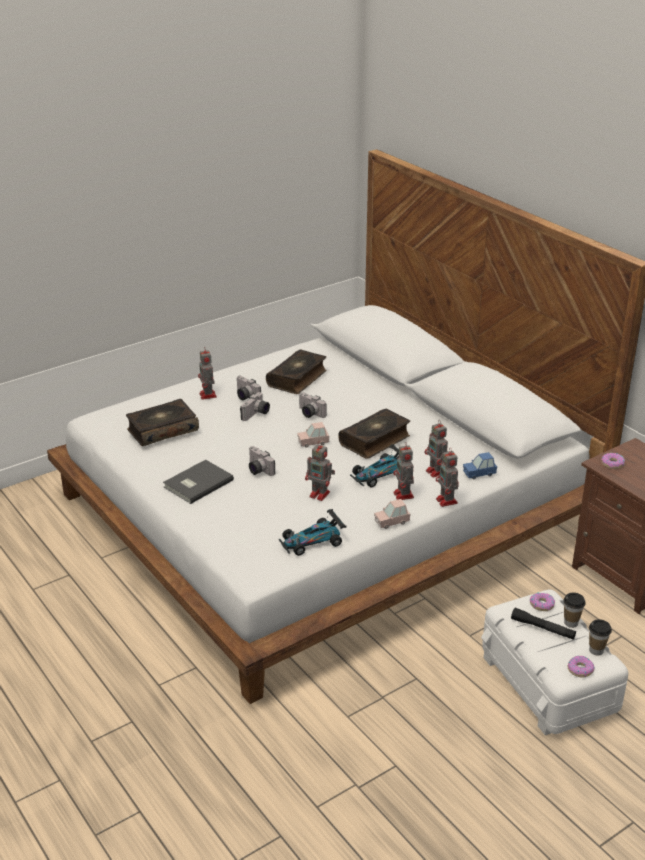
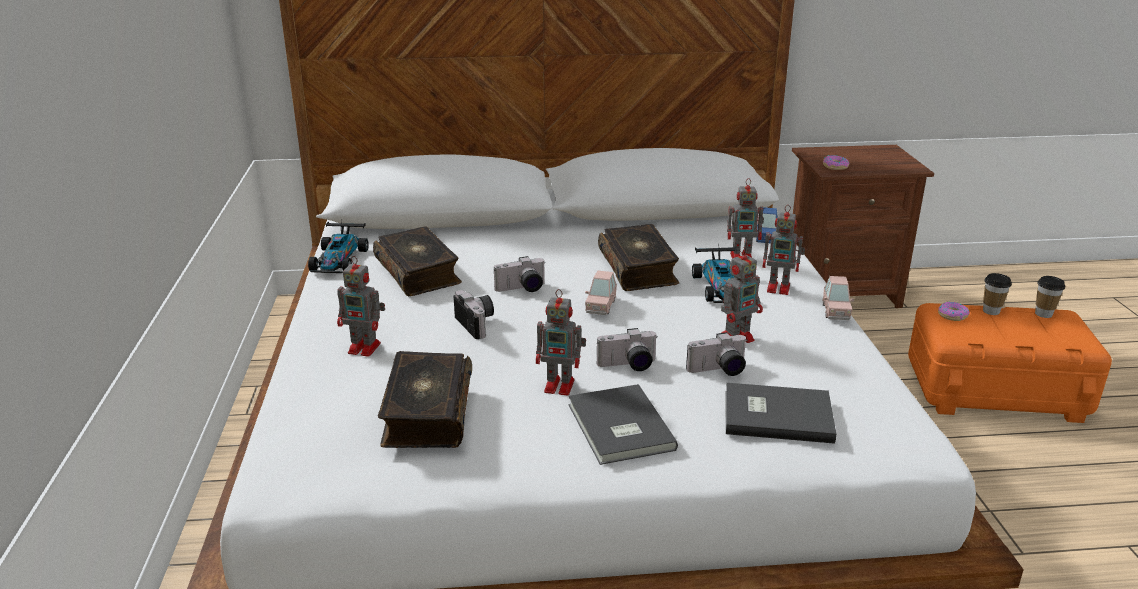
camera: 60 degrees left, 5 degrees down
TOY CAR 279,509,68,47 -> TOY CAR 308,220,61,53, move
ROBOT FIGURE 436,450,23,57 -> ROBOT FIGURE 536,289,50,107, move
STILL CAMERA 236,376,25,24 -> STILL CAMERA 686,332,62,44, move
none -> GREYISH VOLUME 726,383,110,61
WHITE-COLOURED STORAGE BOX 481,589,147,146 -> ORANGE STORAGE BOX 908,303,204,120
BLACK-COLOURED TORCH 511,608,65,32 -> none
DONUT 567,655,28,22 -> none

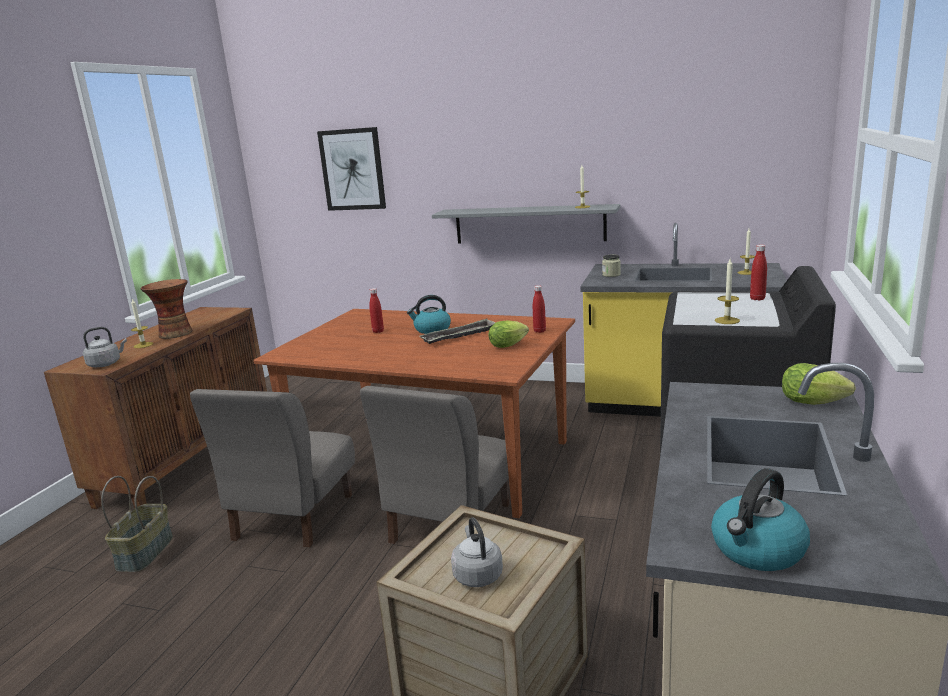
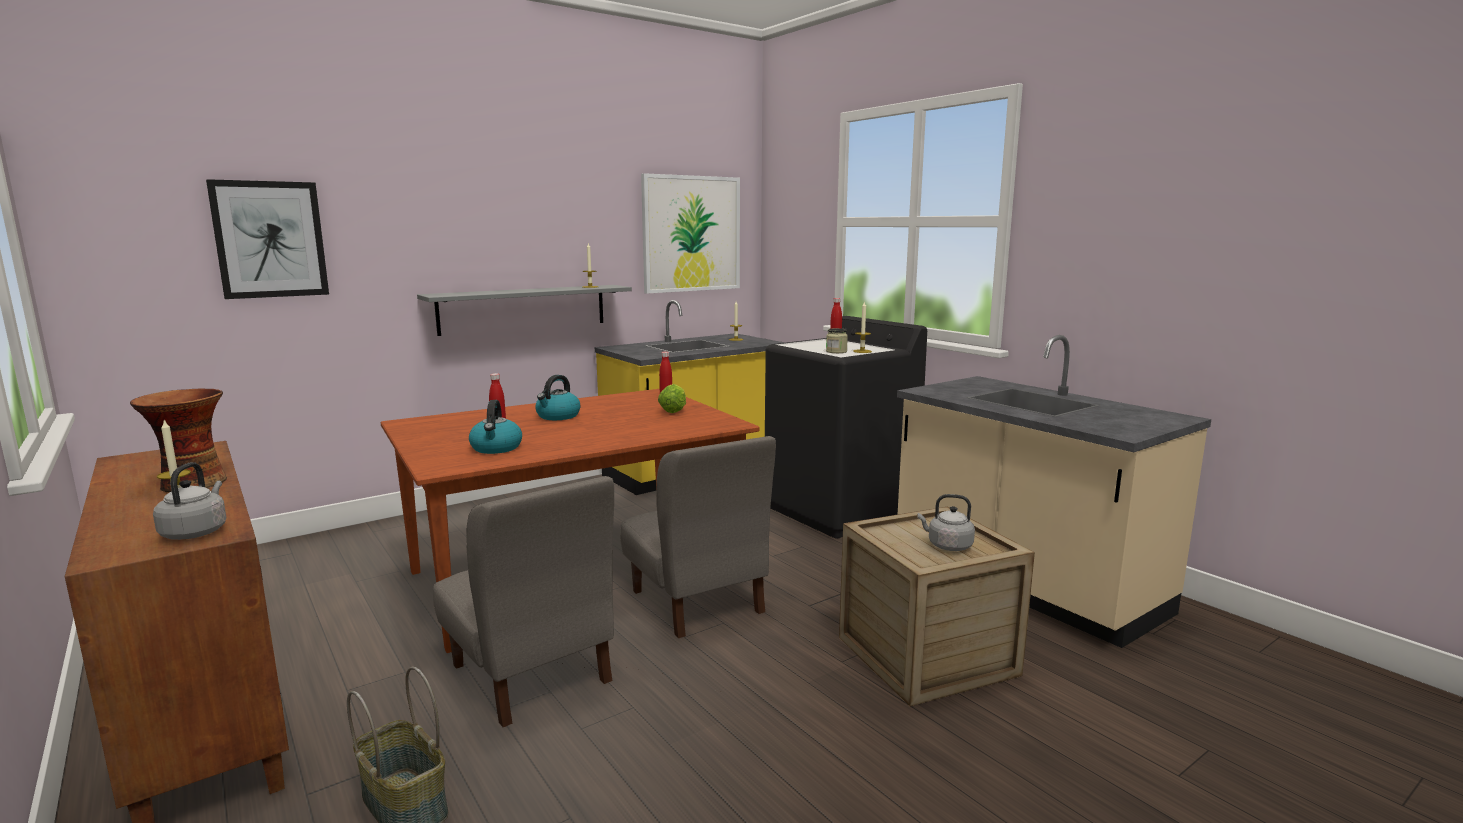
camera: 55 degrees left, 5 degrees down
TEA KETTLE 711,468,99,103 -> TEA KETTLE 469,400,53,54, move
none -> WALL ART 641,173,99,121
STORAGE JAR 602,255,19,22 -> STORAGE JAR 826,328,22,25, move
CARRYING TRAY 419,318,76,26 -> none
LETTUCE 782,363,74,42 -> none

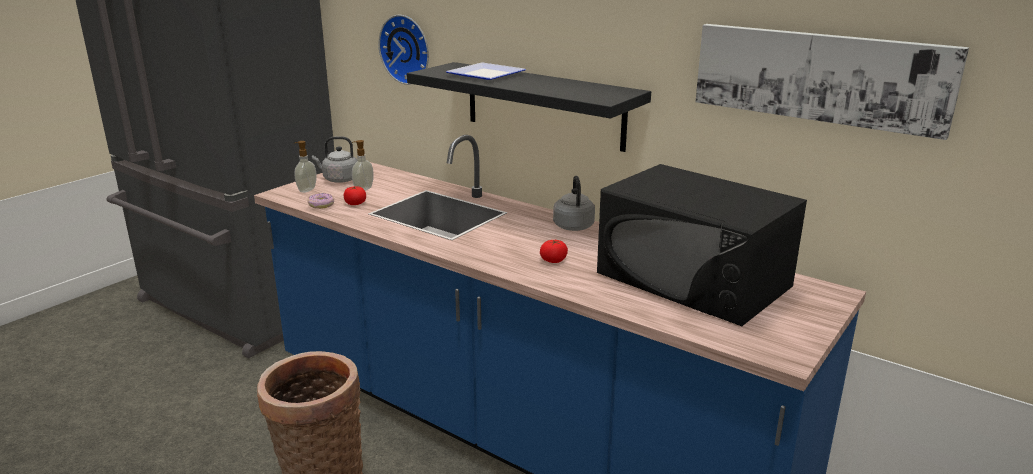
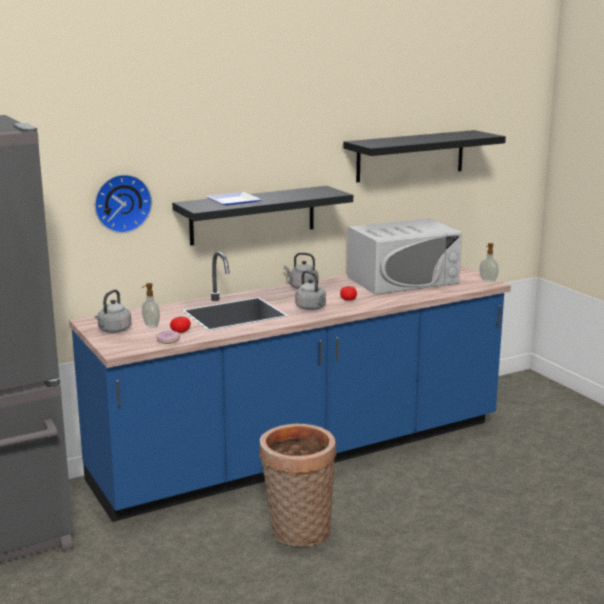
camera: 65 degrees left, 5 degrees down
none -> GREYISH TEA KETTLE 295,270,31,40
WALL ART 695,24,274,116 -> BLACK-COLOURED SHELF 343,130,163,53
BLACK-COLOURED KITCHEN MICROWAVE 597,164,210,162 -> WHITE-COLOURED KITCHEN MICROWAVE 348,218,114,77
SOAP BOTTLE 294,141,23,52 -> SOAP BOTTLE 479,243,20,39, move

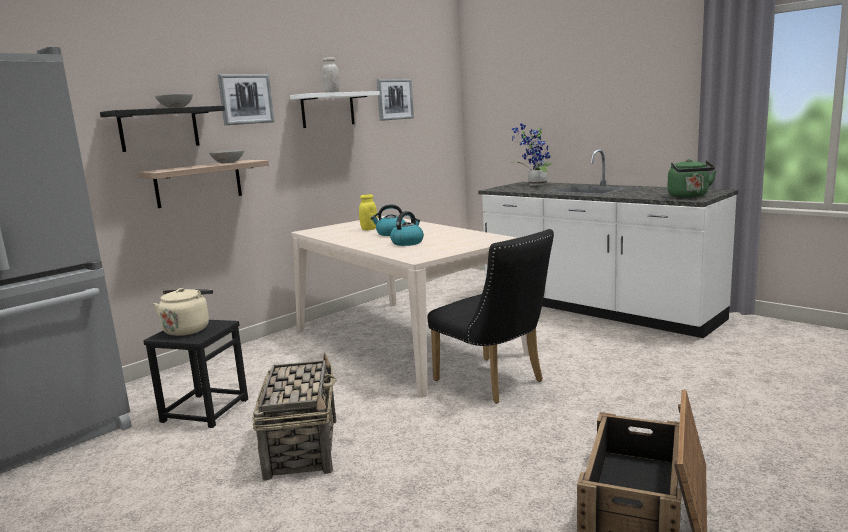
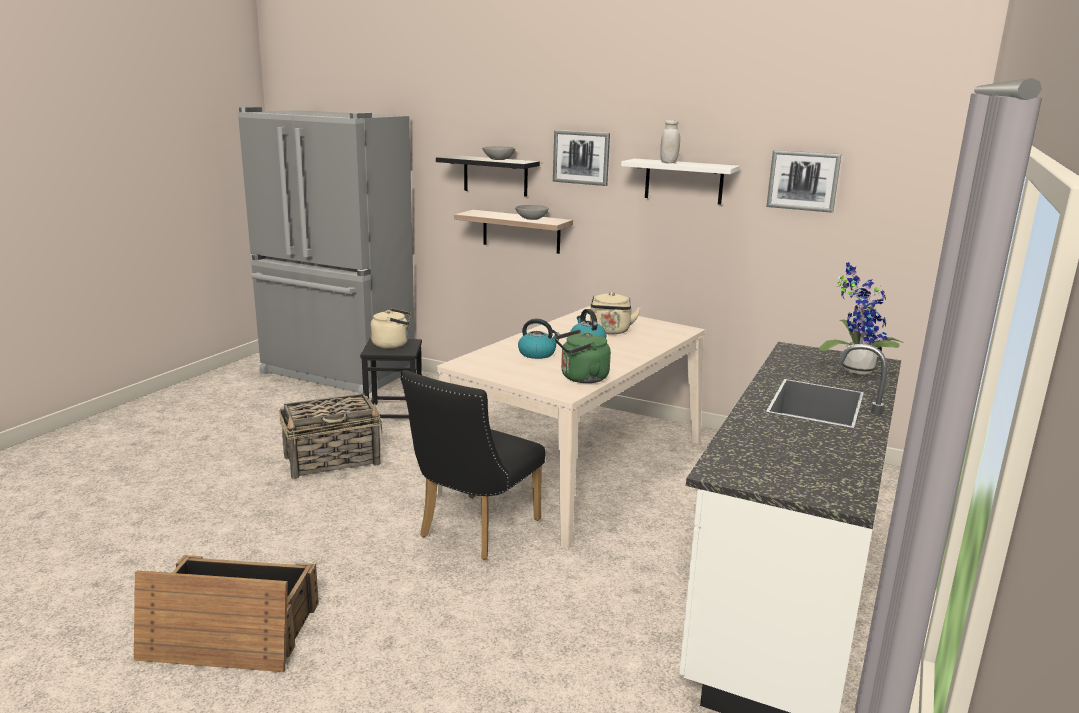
camera: 70 degrees right, 5 degrees up
GREENISH TEA KETTLE 667,159,49,39 -> GREENISH TEA KETTLE 555,329,56,54, move
YELLOW-COLOURED STORAGE JAR 359,194,19,36 -> BEIGE-COLOURED TEA KETTLE 590,292,51,43

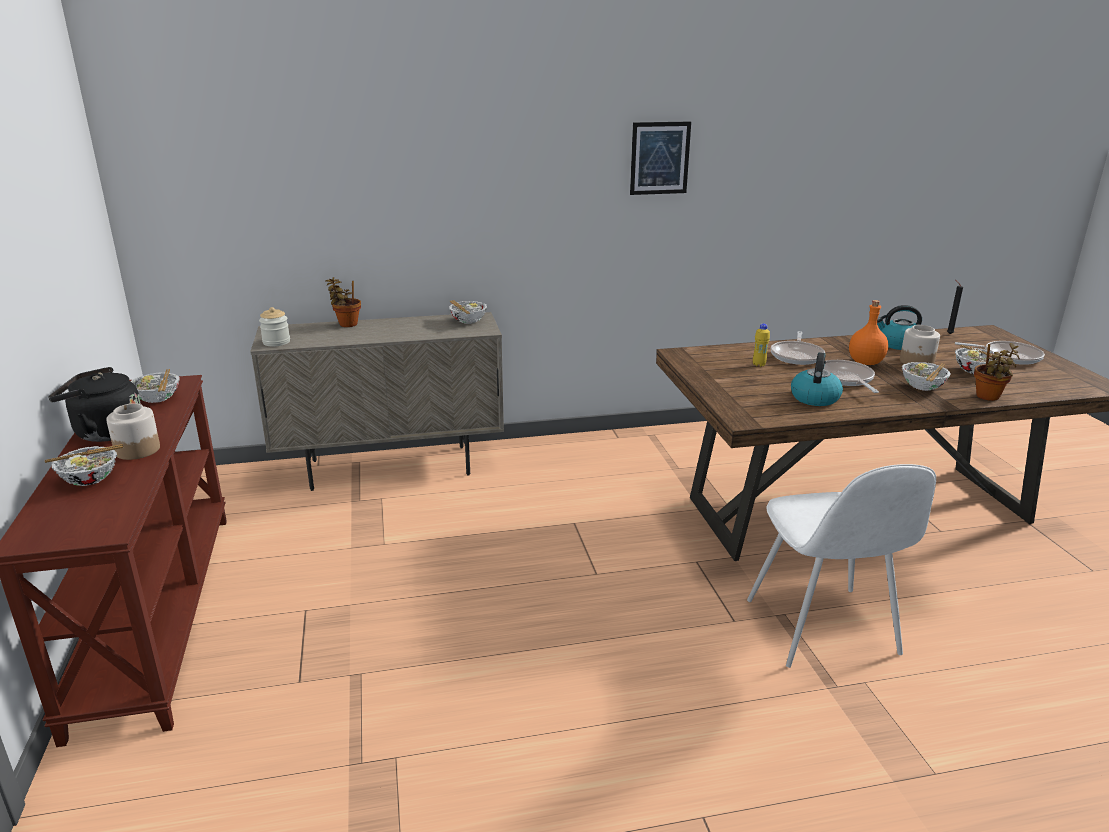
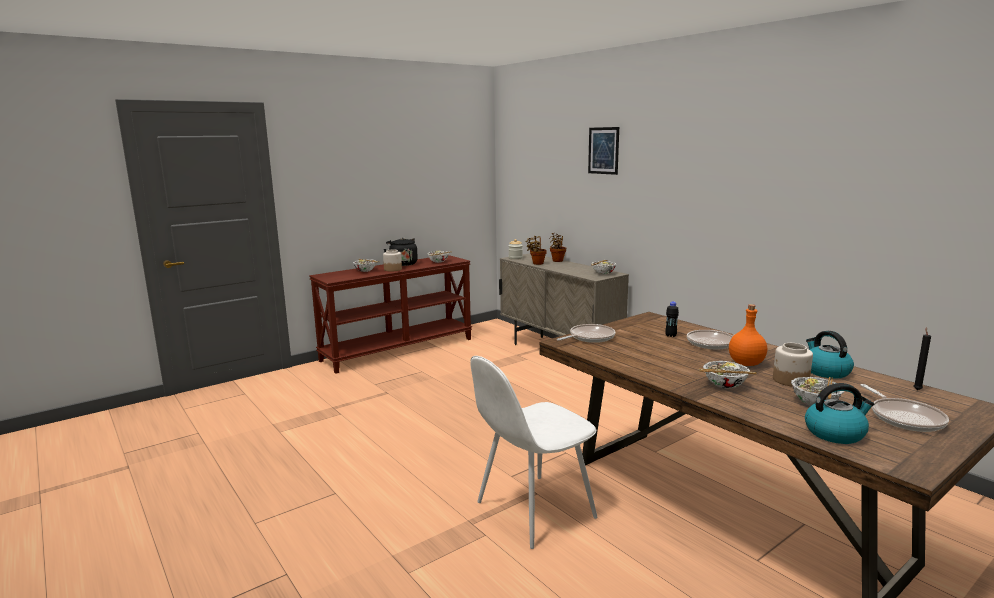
camera: 65 degrees right, 10 degrees down
POTTED PLANT 974,343,46,58 -> POTTED PLANT 525,236,22,29, move
PAN 824,360,55,33 -> PAN 557,324,59,19, move
WALL ART 630,121,61,74 -> WALL ART 588,127,31,48, move
YELLOW-COLOURED BEVERAGE BOTTLE 753,324,17,43 -> BLACK-COLOURED BEVERAGE BOTTLE 665,302,14,35
TEA KETTLE 791,352,52,54 -> TEA KETTLE 805,383,69,61, move

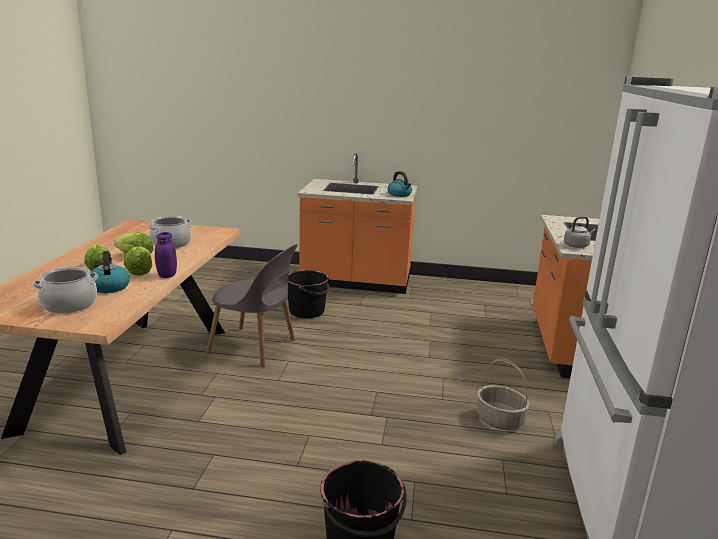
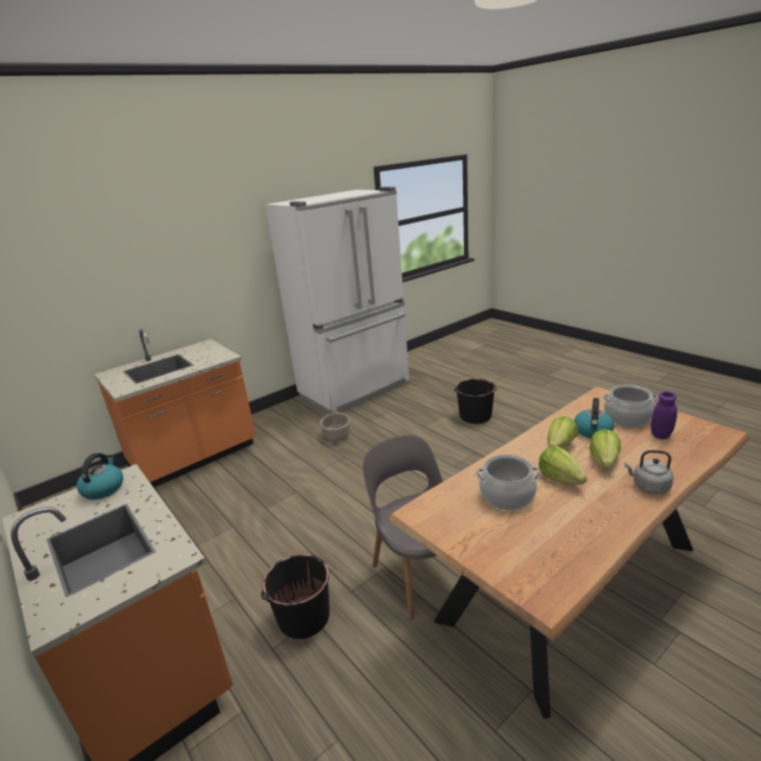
camera: 135 degrees left, 5 degrees up
GREYISH TEA KETTLE 564,217,32,31 -> GREYISH TEA KETTLE 624,450,49,44, move
PURPLE-COLOURED STORAGE JAR 155,232,22,46 -> PURPLE-COLOURED STORAGE JAR 651,391,26,48, move

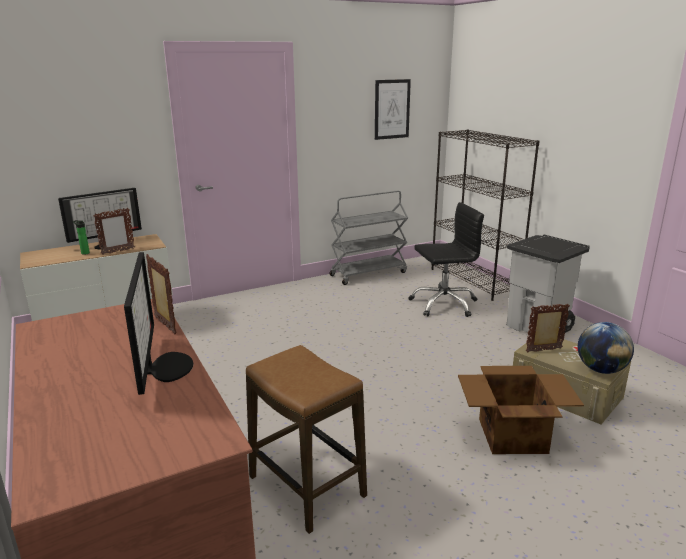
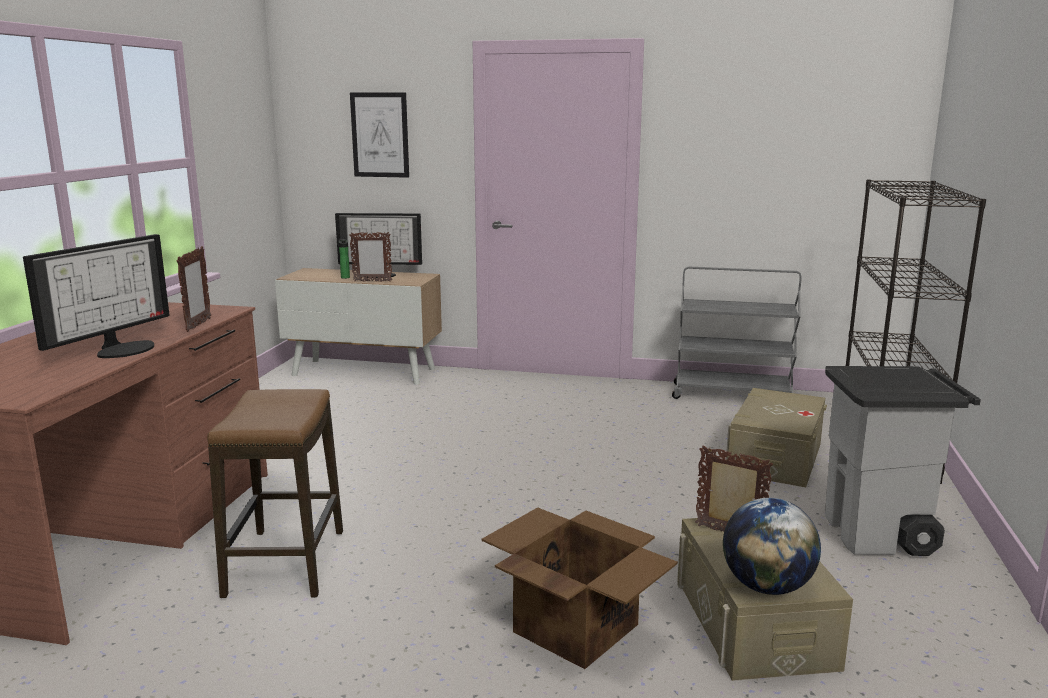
camera: 40 degrees right, 5 degrees down
WALL ART 375,79,36,61 -> WALL ART 350,92,59,86, move
BLACK-COLOURED OFFICE CHAIR 409,202,75,115 -> BEIGE-COLOURED STORAGE BOX 726,388,101,99

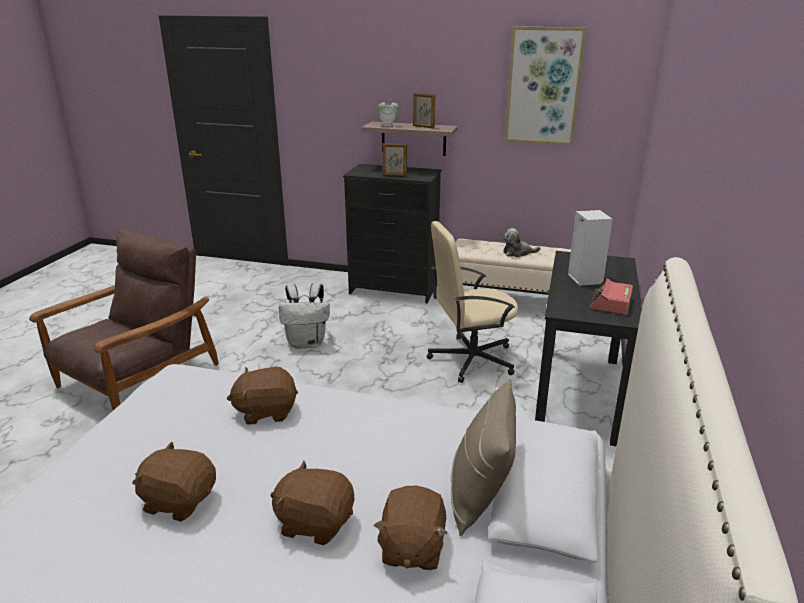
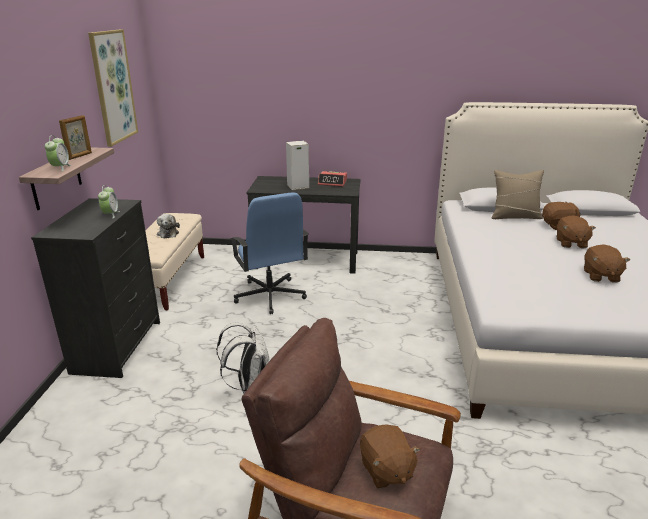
camera: 100 degrees left, 0 degrees up
PICTURE FRAME 382,143,25,34 -> TABLE CLOCK 98,185,22,34
BEIGE-COLOURED OFFICE CHAIR 427,221,91,162 -> BLUE OFFICE CHAIR 231,192,78,122
BROWN CUDDLY TOY 227,367,71,58 -> BROWN CUDDLY TOY 360,424,60,65, move

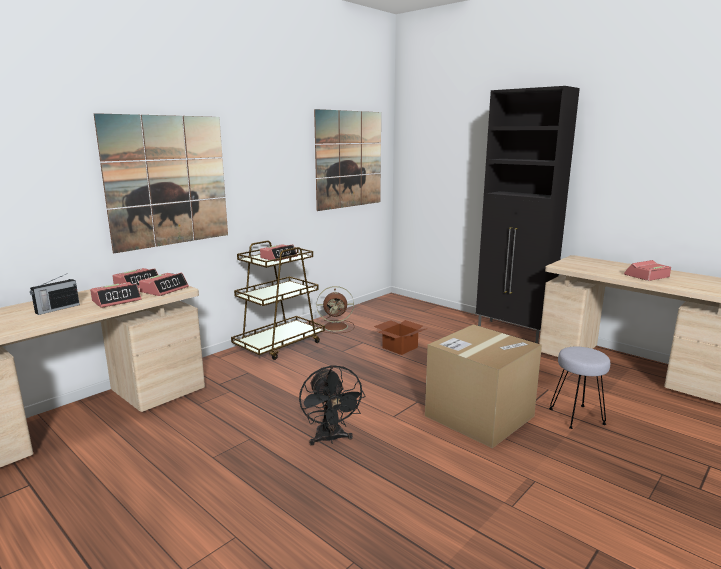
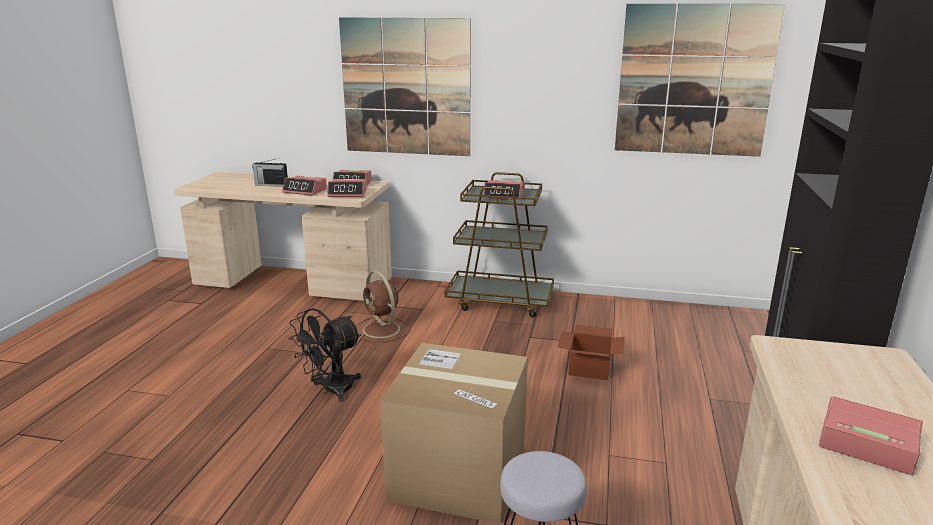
camera: 60 degrees right, 5 degrees up
BROWN ELECTRIC FAN 316,286,39,47 -> BROWN ELECTRIC FAN 356,271,55,72, move

